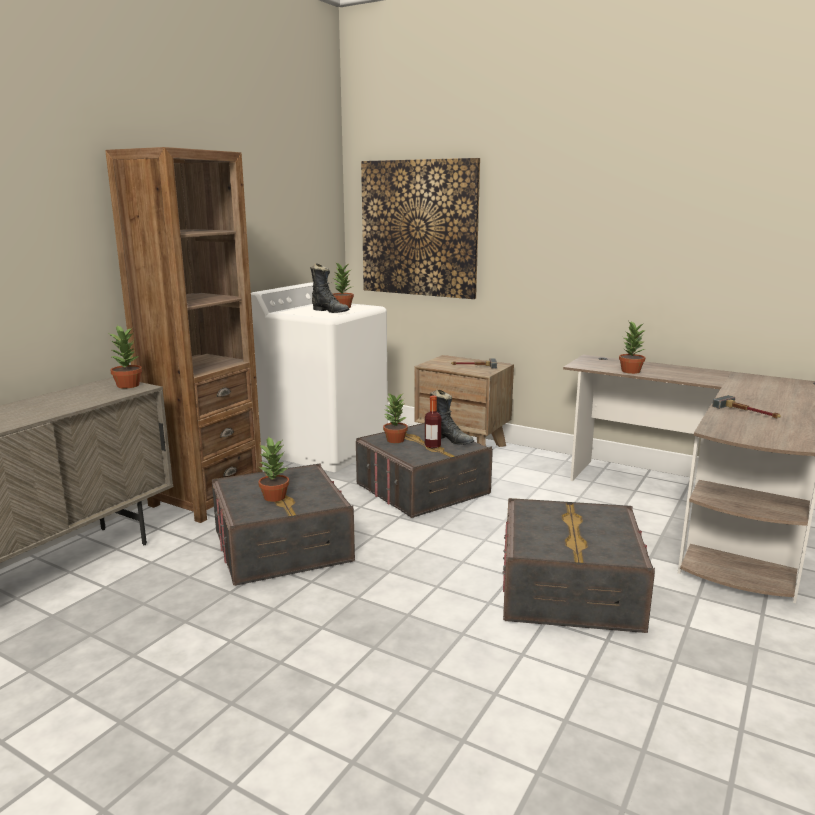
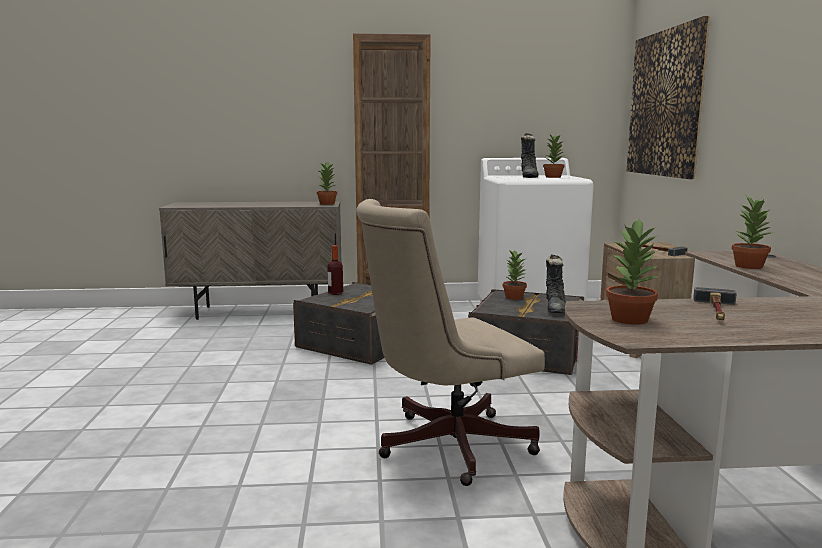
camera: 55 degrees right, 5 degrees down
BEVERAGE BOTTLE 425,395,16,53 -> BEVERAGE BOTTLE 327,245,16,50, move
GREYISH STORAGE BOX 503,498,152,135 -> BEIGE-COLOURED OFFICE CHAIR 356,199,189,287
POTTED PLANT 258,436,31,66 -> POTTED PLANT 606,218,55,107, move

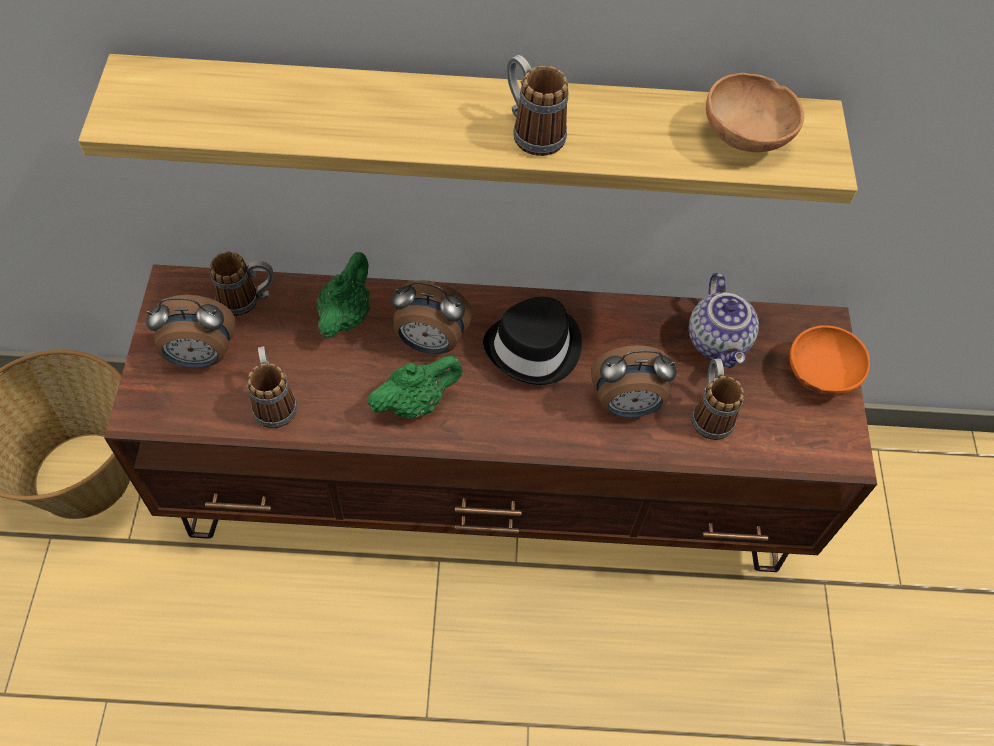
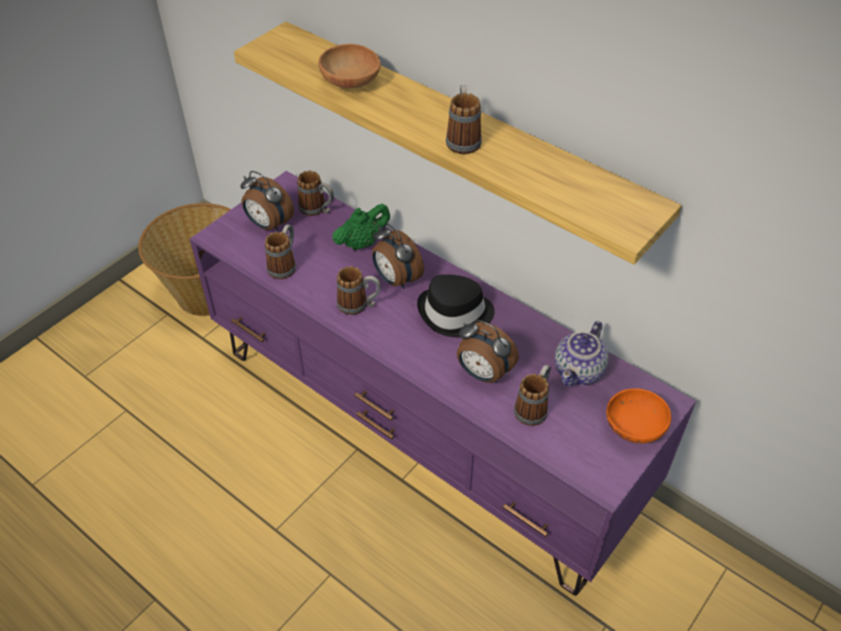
camera: 40 degrees right, 10 degrees down
BROWN TV STAND 104,264,773,308 -> PURPLE-COLOURED TV STAND 190,171,506,425
BROWN DEEP DISH 706,73,98,79 -> BROWN DEEP DISH 318,44,63,44, move
GREENISH POT FOR TEA 368,355,95,63 -> MUG 337,266,44,49

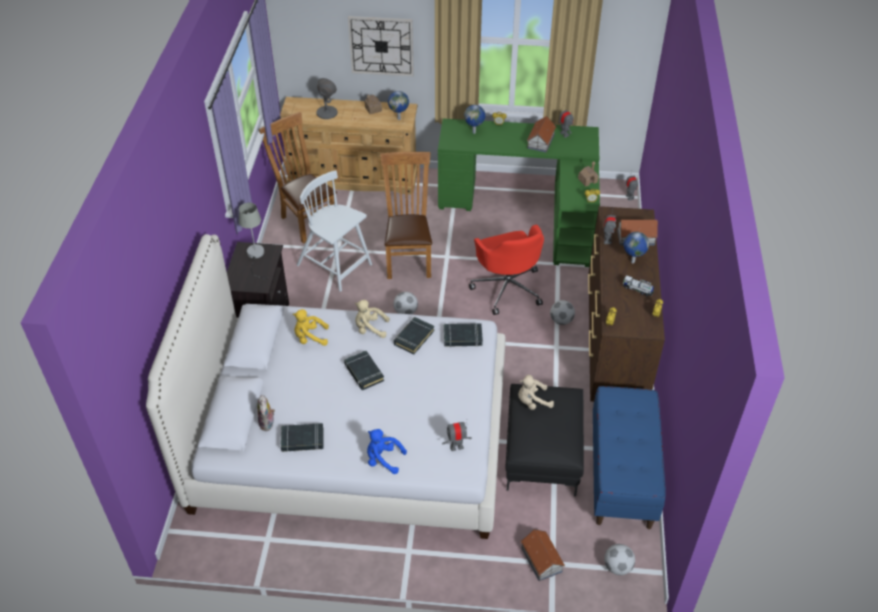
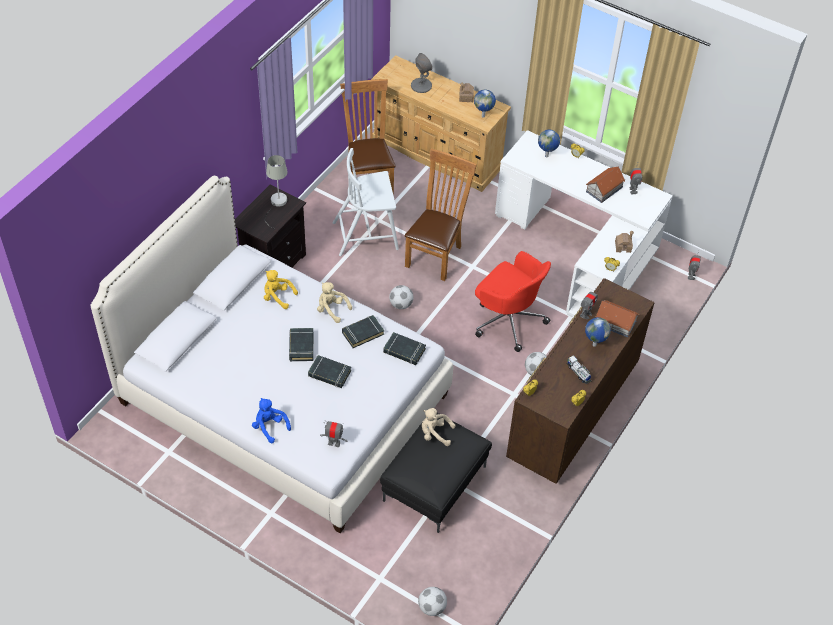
camera: 25 degrees right, 5 degrees up
BLACK-COLOURED VOLUME 281,423,42,29 -> BLACK-COLOURED VOLUME 308,355,43,33, move
WHITE-COLOURED PLAIN CHAIR 296,170,76,122 -> WHITE-COLOURED PLAIN CHAIR 333,148,66,108, 75 degrees counterclockwise
REDDISH OFFICE CHAIR 469,225,75,90 -> REDDISH OFFICE CHAIR 475,251,76,101, 60 degrees counterclockwise
GREENISH DESK UNIT 438,118,162,149 -> WHITE-COLOURED DESK UNIT 495,130,178,187
CUDDLY TOY 257,395,18,36 -> none
HANGING CLOCK 348,16,66,60 -> none
MINIATURE HOUSE 521,529,44,52 -> none
BLUE INDOOR BENCH 593,386,73,143 -> none

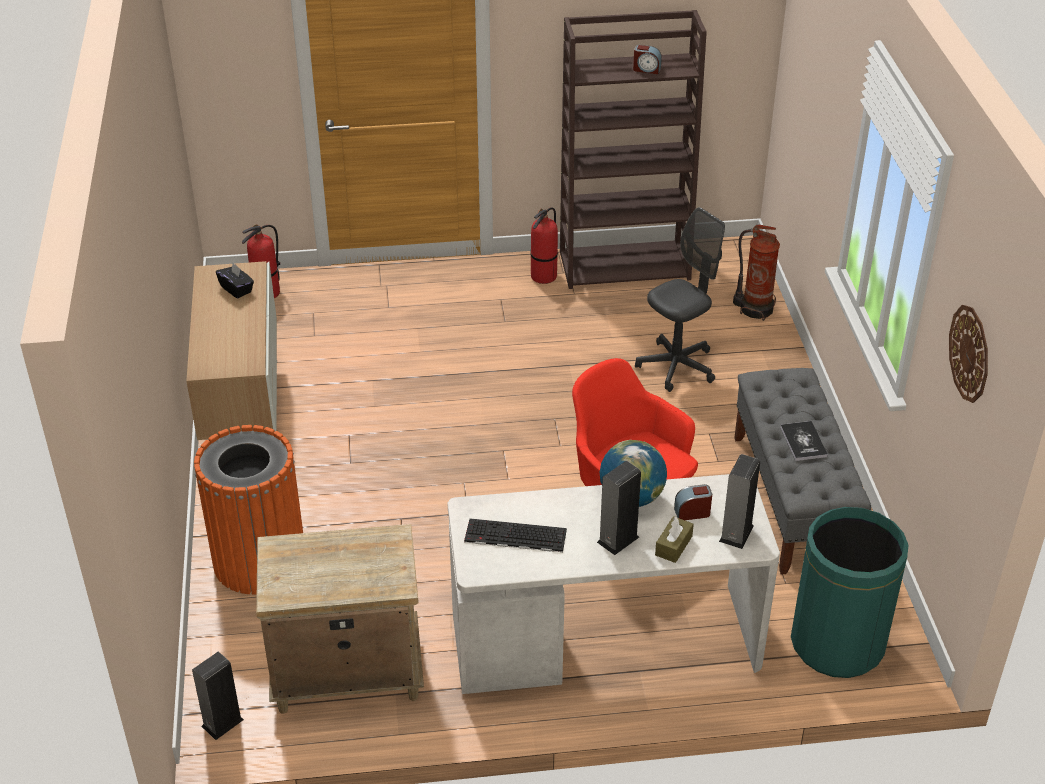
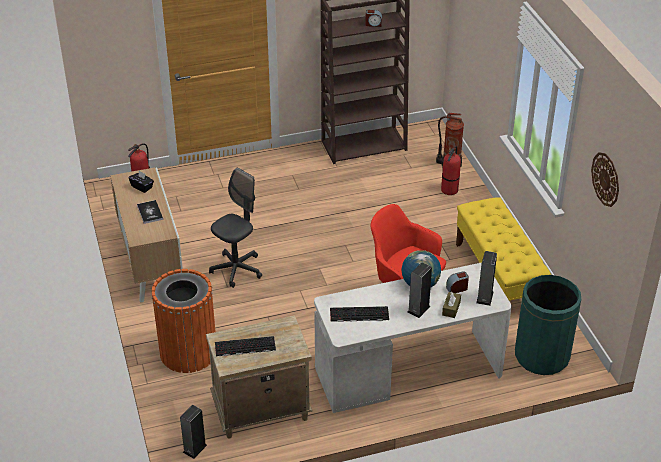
camera: 10 degrees left, 0 degrees up
VOLUME 780,421,48,40 -> VOLUME 137,200,26,24, move
GREYISH OFFICE CHAIR 635,207,90,185 -> GREYISH OFFICE CHAIR 209,168,53,120, move
none -> COMPUTER KEYBOARD 215,336,61,21
FIRE EXTINGUISHER 530,207,28,77 -> FIRE EXTINGUISHER 441,146,20,49, move
GREYISH INDOOR BENCH 734,368,137,207 -> YELLOW-COLOURED INDOOR BENCH 456,197,95,104

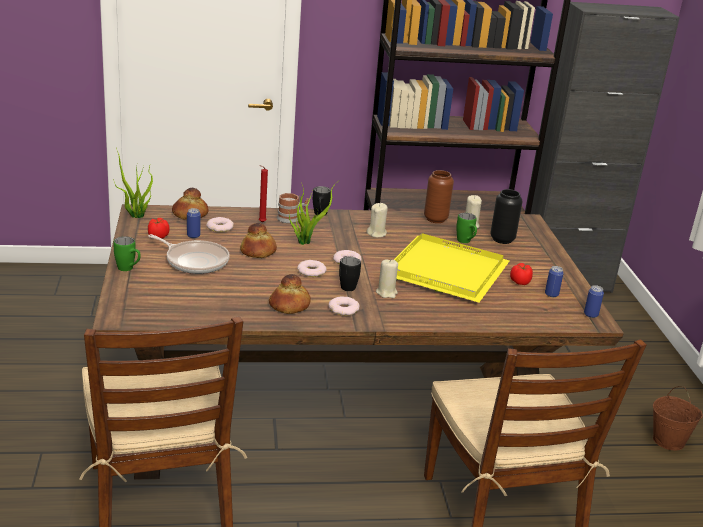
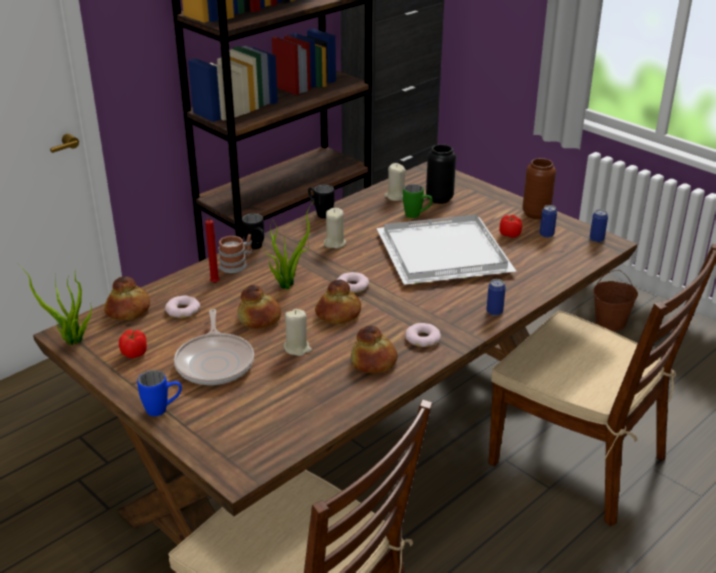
camera: 35 degrees left, 5 degrees up
GREENISH MUG 113,236,28,35 -> BLUE MUG 137,370,45,46
PAN 148,234,82,40 -> PAN 174,309,80,76, 90 degrees clockwise
BEIGE-COLOURED WAX CANDLE 376,259,22,39 -> BEIGE-COLOURED WAX CANDLE 284,309,28,47, move
BLACK-COLOURED MUG 339,256,22,35 -> BLACK-COLOURED MUG 308,185,27,34, move
DONUT 297,260,29,17 -> BAKERY BREAD 315,280,46,44
YELLOW-COLOURED CARRYING TRAY 394,233,116,70 -> WHITE-COLOURED CARRYING TRAY 376,214,140,71
METAL CAN 187,208,14,30 -> METAL CAN 486,279,20,37, move
BROWN FLOWER VASE 424,170,30,53 -> BROWN FLOWER VASE 522,158,34,61, move

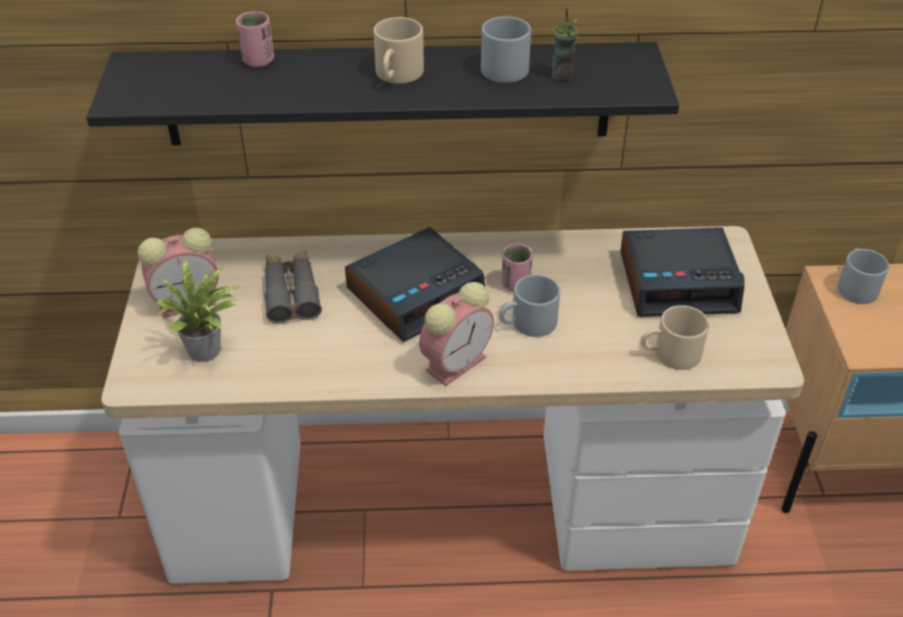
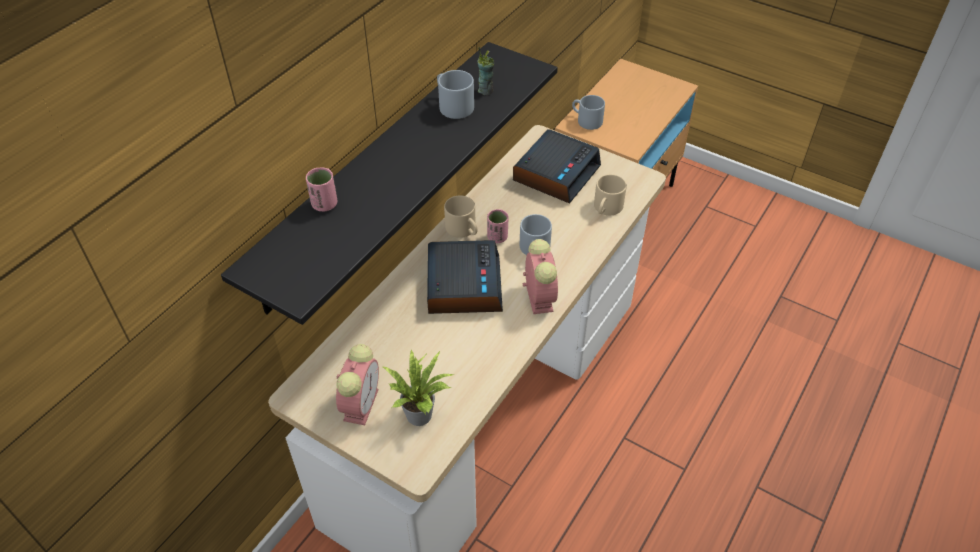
camera: 55 degrees left, 5 degrees up
BEIGE-COLOURED MUG 374,17,50,67 -> BEIGE-COLOURED MUG 444,195,33,43, move
GREYISH FIELD GLASSES 264,250,58,74 -> none

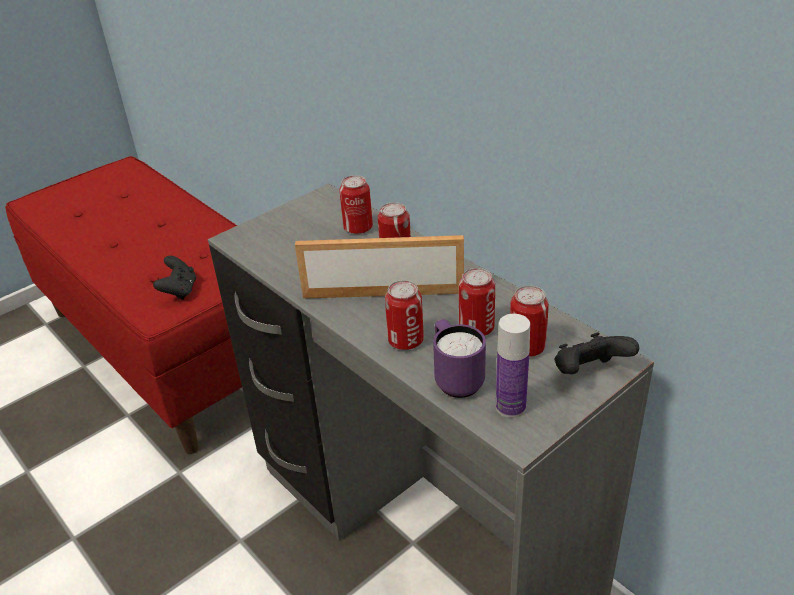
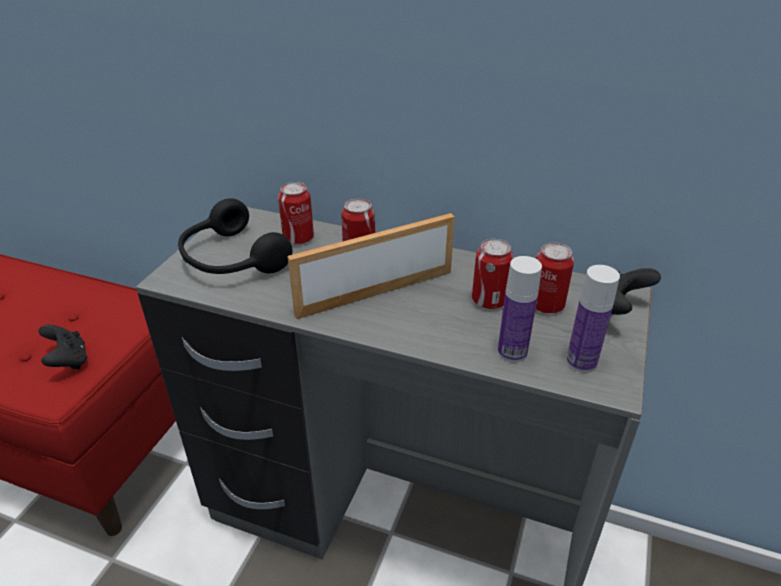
camera: 30 degrees left, 0 degrees up
none -> BLACK-COLOURED PAIR OF HEADPHONES 178,198,115,76
PURPLE-COLOURED MUG 433,319,53,79 -> BEVERAGE BOTTLE 498,256,44,107
METAL CAN 385,280,39,70 -> none

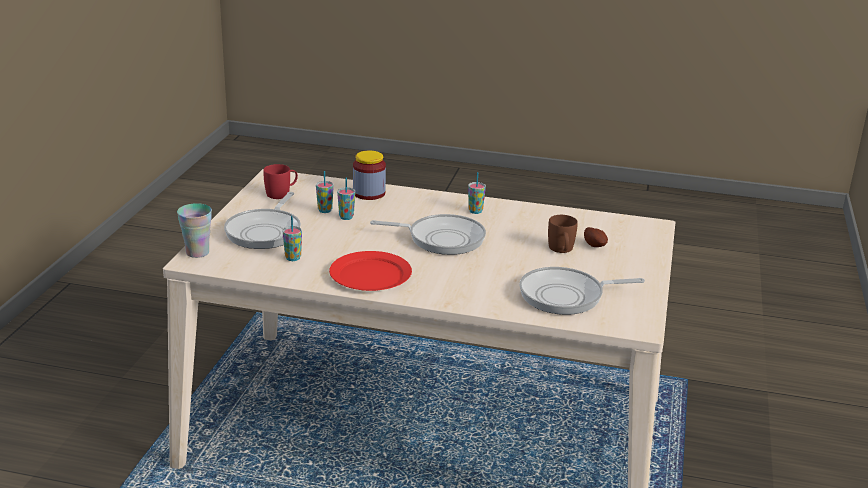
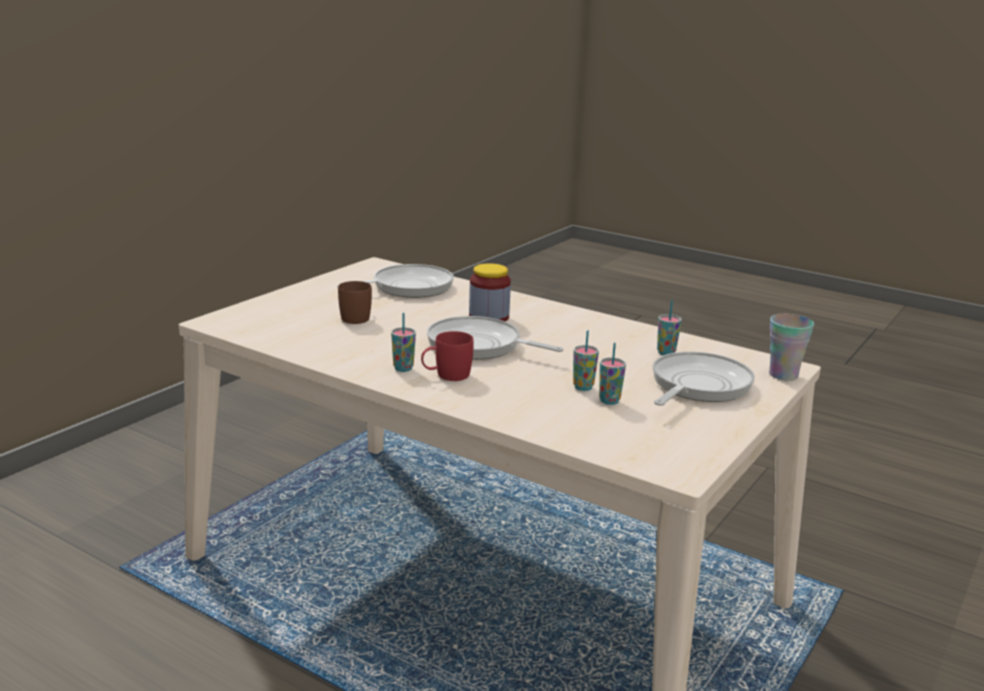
camera: 160 degrees left, 5 degrees down
PAN 519,267,126,48 -> PAN 337,264,117,34, 45 degrees counterclockwise
REDDISH MUG 263,164,35,35 -> REDDISH MUG 421,331,53,50, move
STORAGE JAR 353,150,33,50 -> STORAGE JAR 469,263,42,58, move
REDDISH DINNER PLATE 329,251,83,40 -> none
WHOLE POTATO 584,227,24,20 -> none

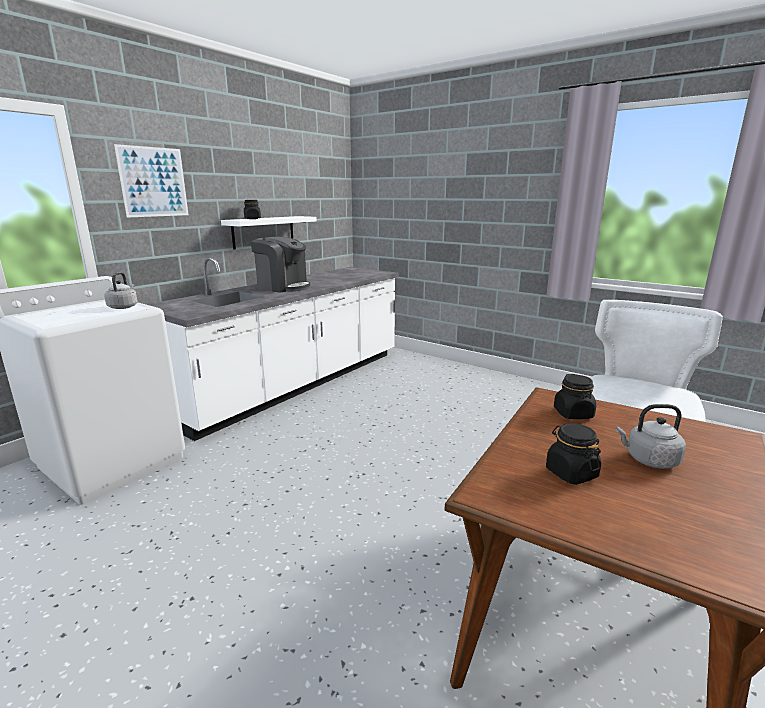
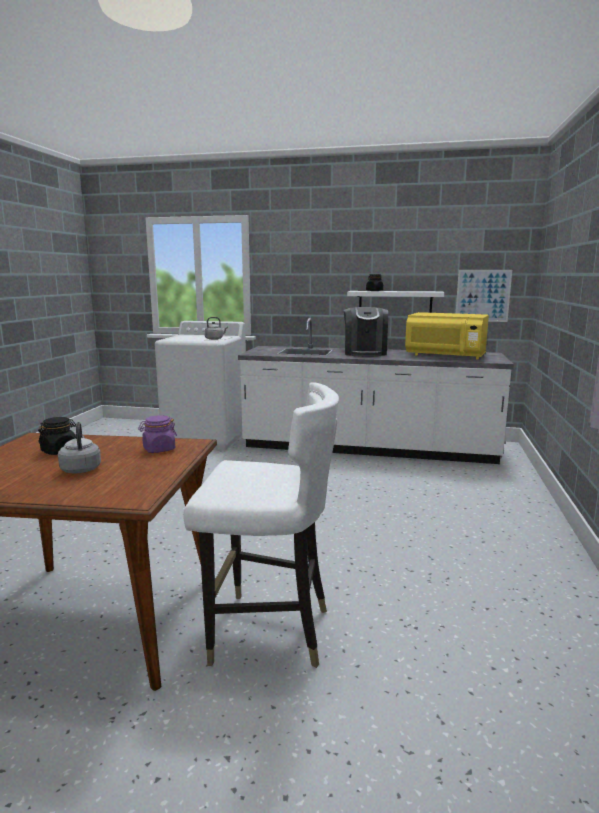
camera: 65 degrees right, 5 degrees down
BLACK-COLOURED STORAGE JAR 554,374,42,45 -> PURPLE-COLOURED STORAGE JAR 138,415,39,38
none -> YELLOW-COLOURED KITCHEN MICROWAVE 405,312,84,47
WALL ART 114,144,75,74 -> WALL ART 456,270,56,52, move

